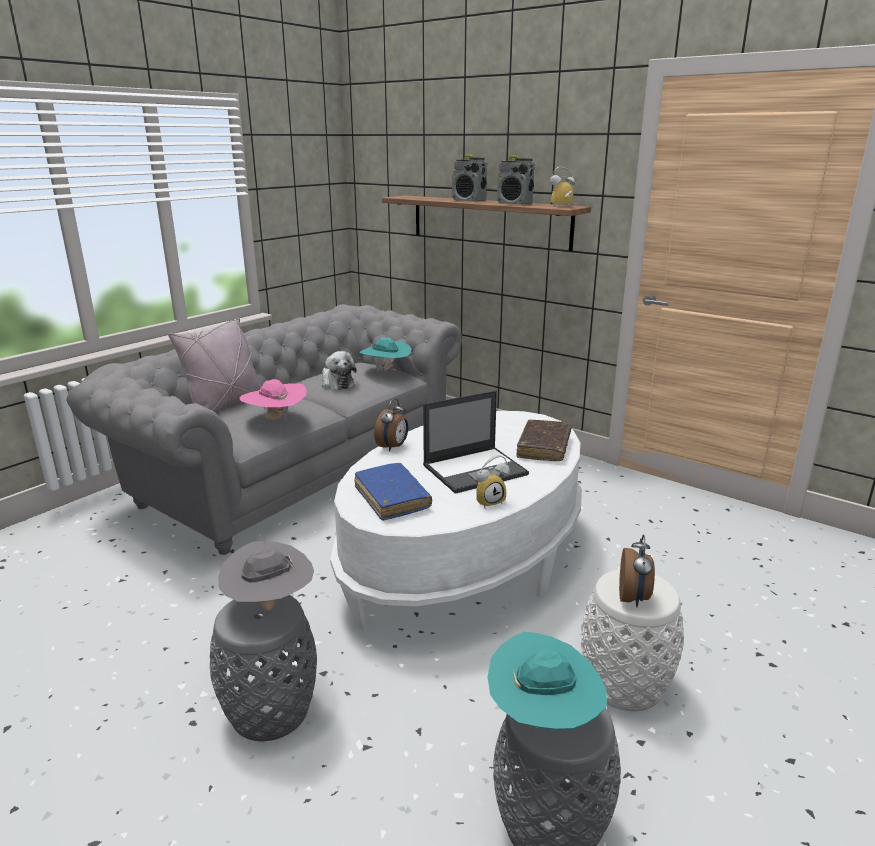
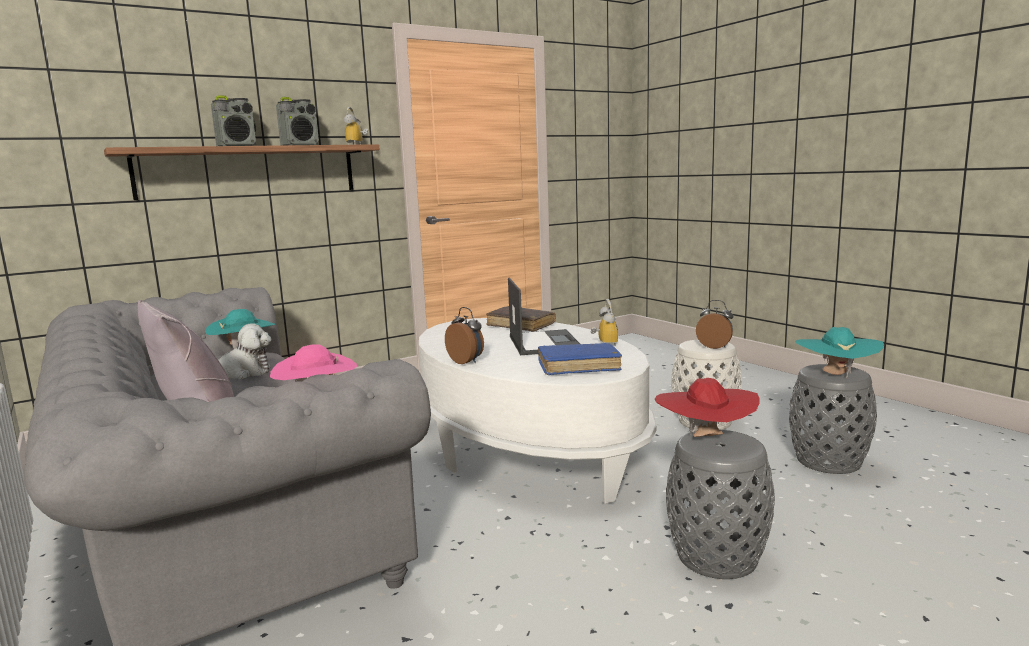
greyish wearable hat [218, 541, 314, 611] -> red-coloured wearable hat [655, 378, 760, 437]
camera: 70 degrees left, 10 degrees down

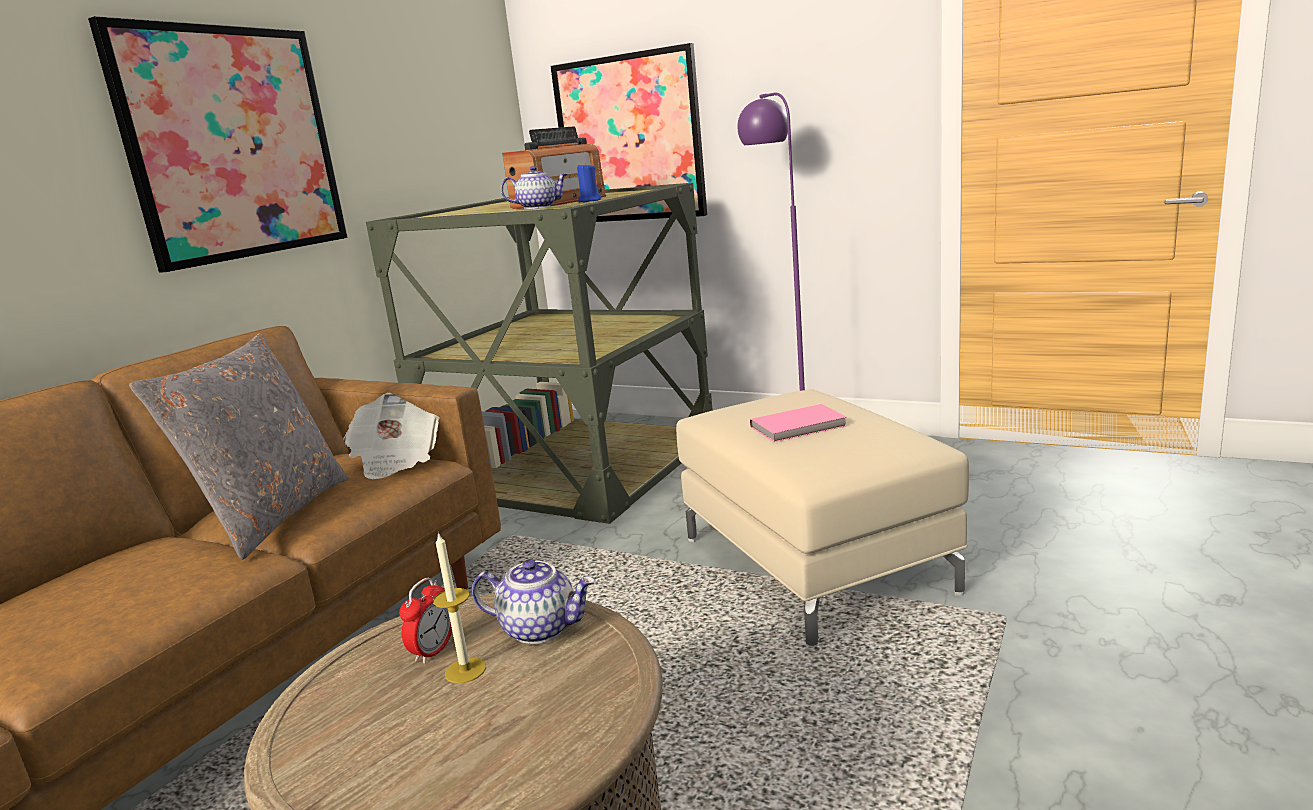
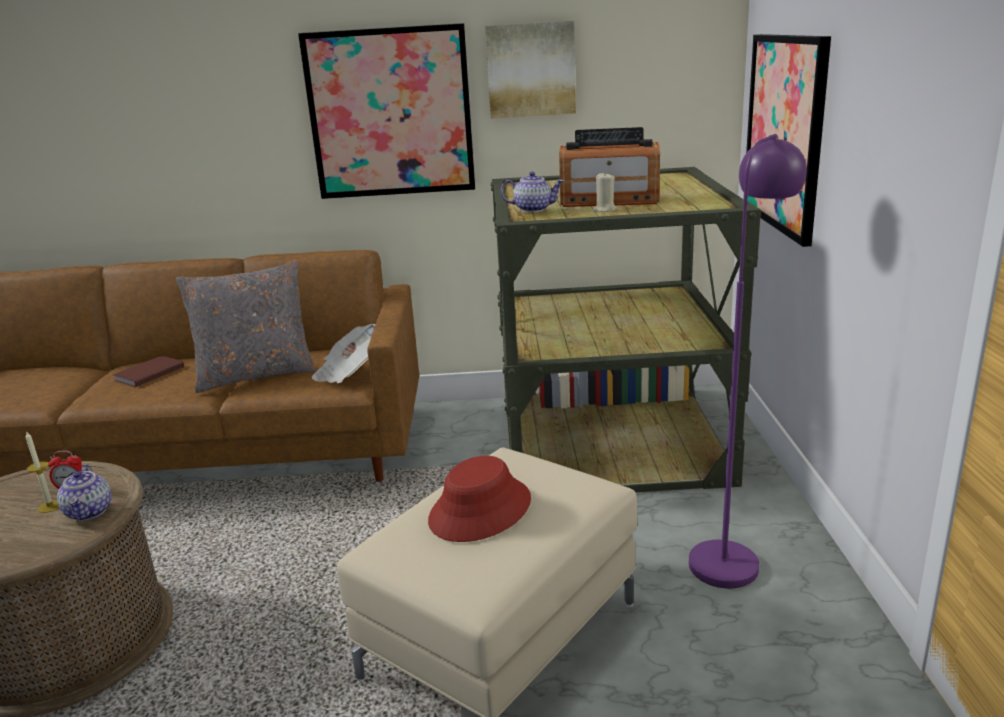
blue candle [577, 163, 601, 203] -> beige-coloured candle [593, 172, 617, 212]
pot for tea [501, 166, 568, 209] -> pot for tea [501, 172, 564, 212], 45 degrees counterclockwise
pinkish bound book [750, 404, 847, 442] -> red-coloured wearable hat [428, 455, 531, 542]
none -> wall picture [485, 21, 576, 119]
none -> brown bound book [113, 355, 184, 387]
camera: 60 degrees right, 5 degrees up

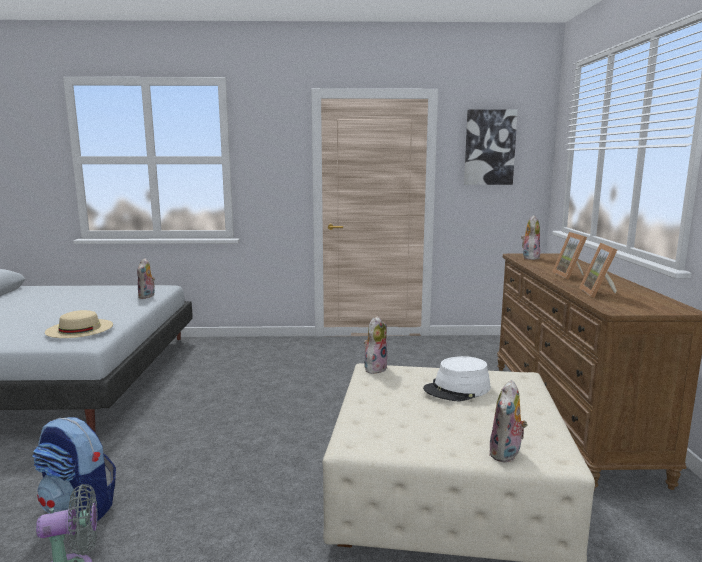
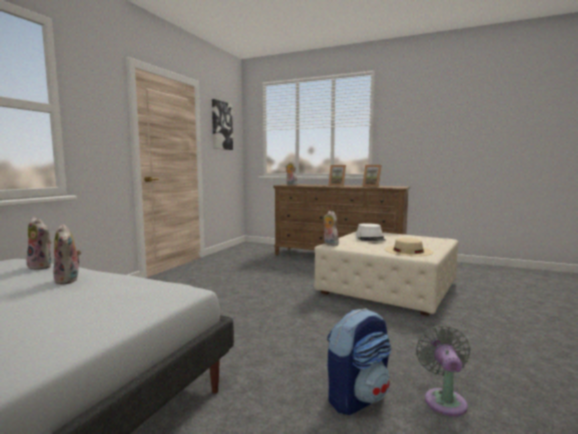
beige-coloured wearable hat [45, 310, 113, 338] -> beige-coloured wearable hat [384, 237, 433, 256], relocated
cuddly toy [489, 380, 528, 463] -> cuddly toy [53, 224, 81, 284], relocated
camera: 65 degrees left, 5 degrees down

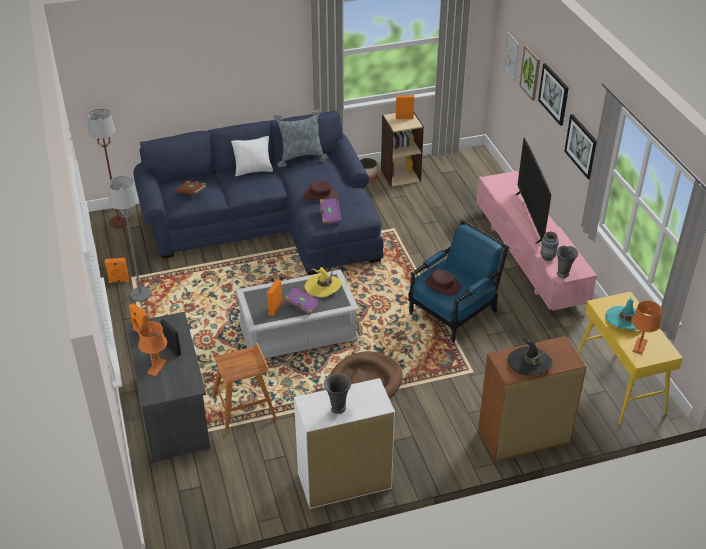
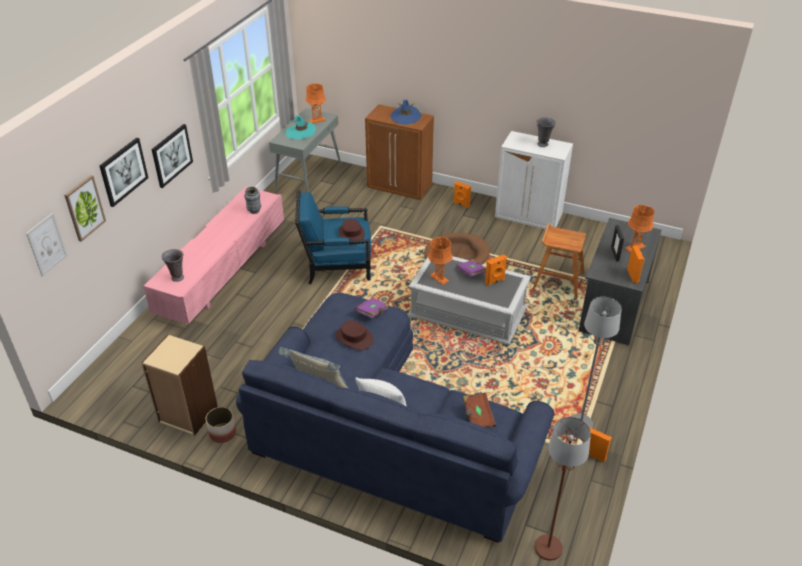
orangey speaker [395, 95, 414, 119] -> orangey speaker [453, 181, 471, 208], relocated
TV set [515, 138, 551, 244] -> none
greyish vase [556, 246, 578, 278] -> greyish vase [162, 249, 184, 282], relocated
yellow-coloured wearable hat [304, 267, 342, 297] -> orangey table lamp [428, 237, 453, 285]
yellow-coloured hall table [577, 292, 683, 425] -> greyish hall table [269, 108, 342, 193]
black-coloured wearable hat [508, 338, 553, 375] -> blue wearable hat [390, 100, 421, 125]
camera: 140 degrees left, 0 degrees up

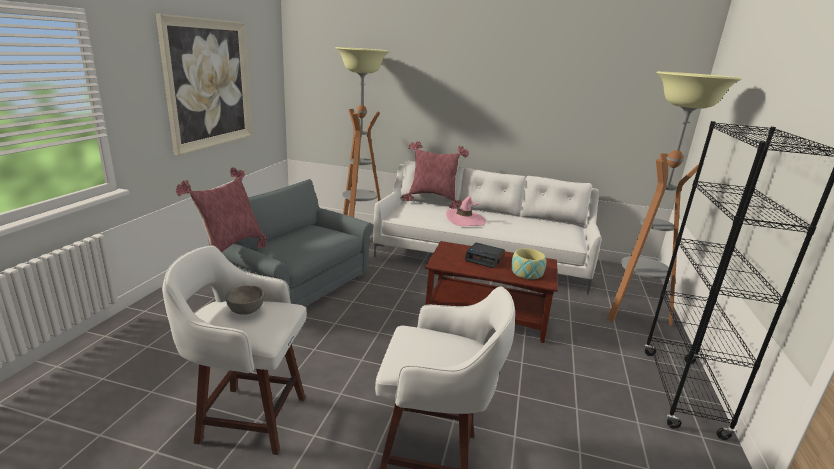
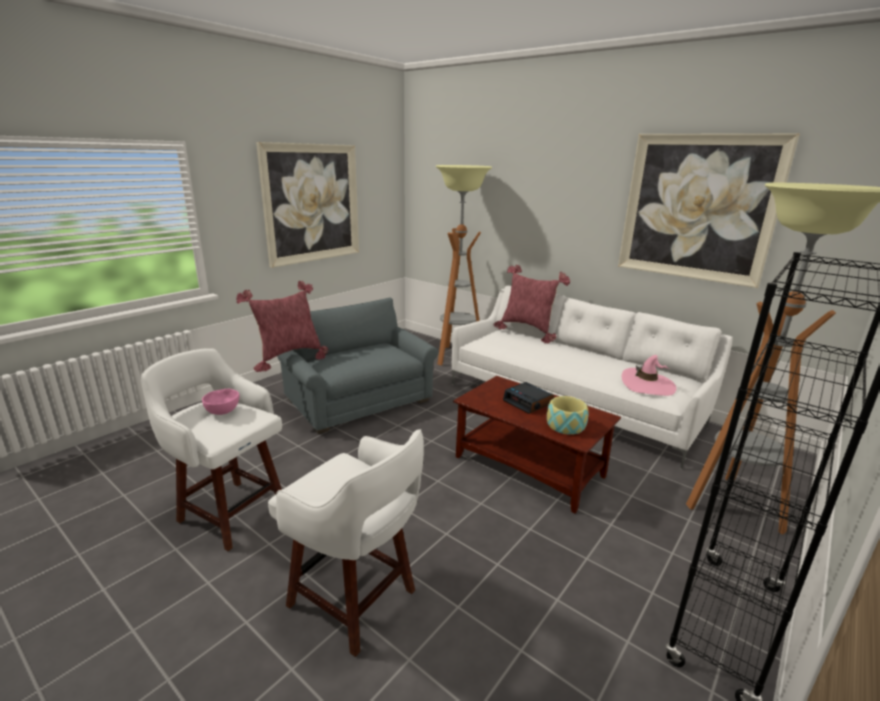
pinkish wearable hat [446, 196, 486, 226] -> pinkish wearable hat [622, 355, 677, 396], relocated
greyish deep dish [225, 285, 265, 315] -> pinkish deep dish [202, 389, 239, 415]
none -> wall picture [618, 133, 800, 288]
camera: 25 degrees right, 0 degrees up

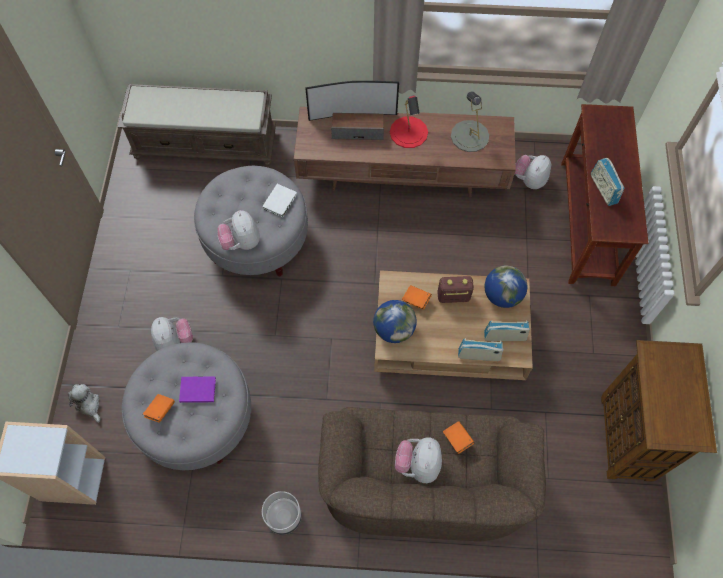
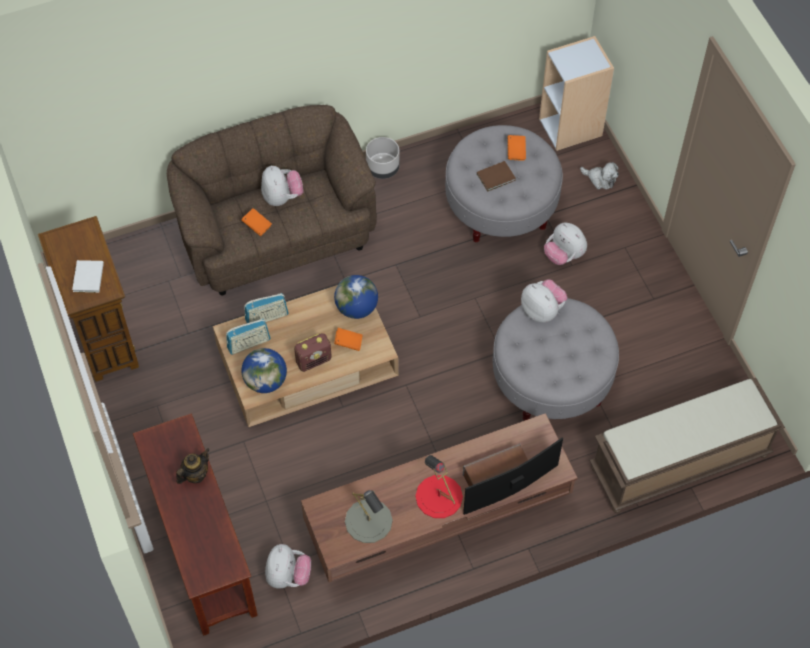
radio [591, 158, 624, 206] -> pot for tea [176, 448, 209, 484]
white-coloured bound book [262, 184, 297, 217] -> white-coloured bound book [72, 260, 104, 293], relocated
purplish bound book [179, 376, 216, 403] -> brown bound book [477, 161, 516, 192]
camera: 155 degrees right, 5 degrees down

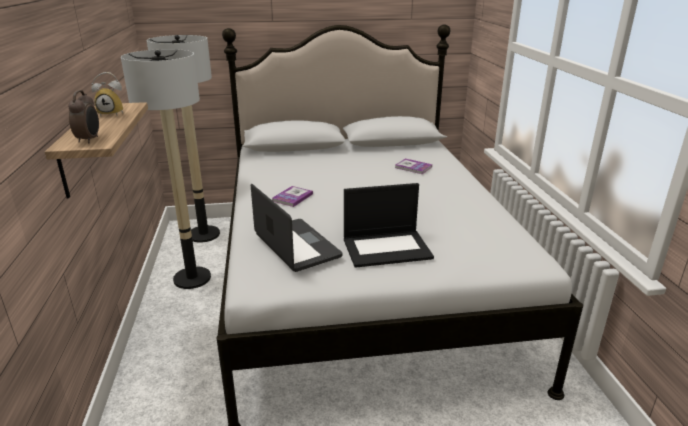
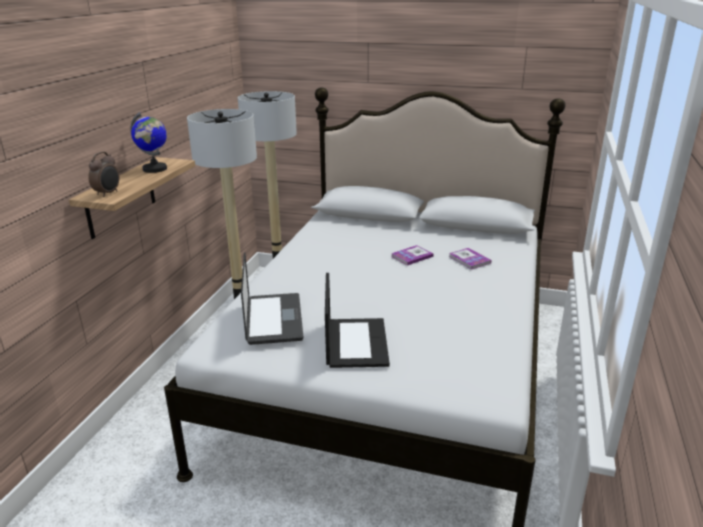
bedside clock [91, 72, 123, 116] -> desk globe [130, 112, 167, 173]
portable computer [344, 183, 434, 268] -> portable computer [325, 273, 390, 368], 105 degrees counterclockwise
bound book [272, 186, 313, 207] -> bound book [391, 245, 434, 266], relocated
camera: 25 degrees right, 0 degrees up

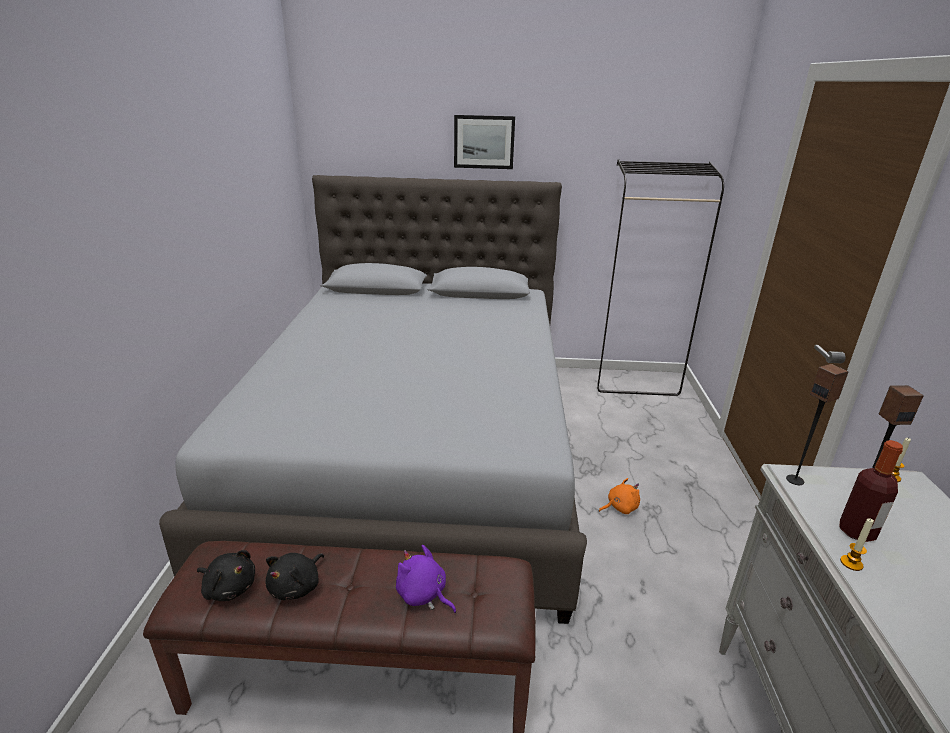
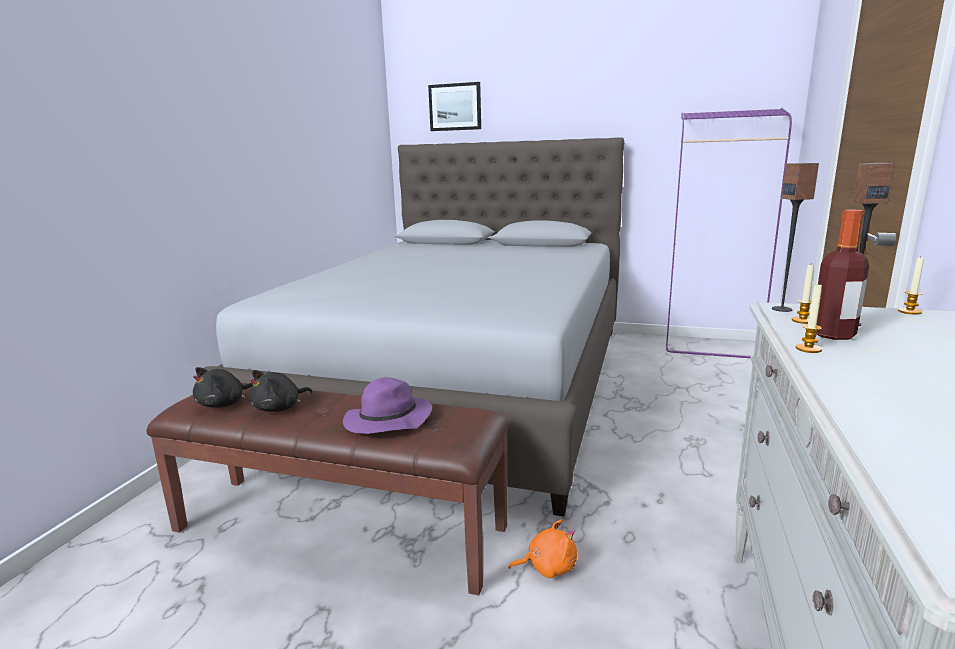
wall picture [454, 115, 515, 169] -> wall picture [428, 82, 481, 131], relocated
black-coloured garment stand [597, 159, 724, 396] -> purplish garment stand [666, 108, 792, 358]
orangey cuddly toy [599, 478, 640, 514] -> orangey cuddly toy [509, 520, 577, 578], relocated
purplish cuddly toy [396, 545, 456, 613] -> purplish wearable hat [343, 377, 432, 434]
black-coloured cuddly toy [197, 550, 255, 601] -> black-coloured cuddly toy [193, 367, 253, 408], 90 degrees clockwise
none -> candle [792, 265, 814, 324]
camera: 15 degrees right, 10 degrees down

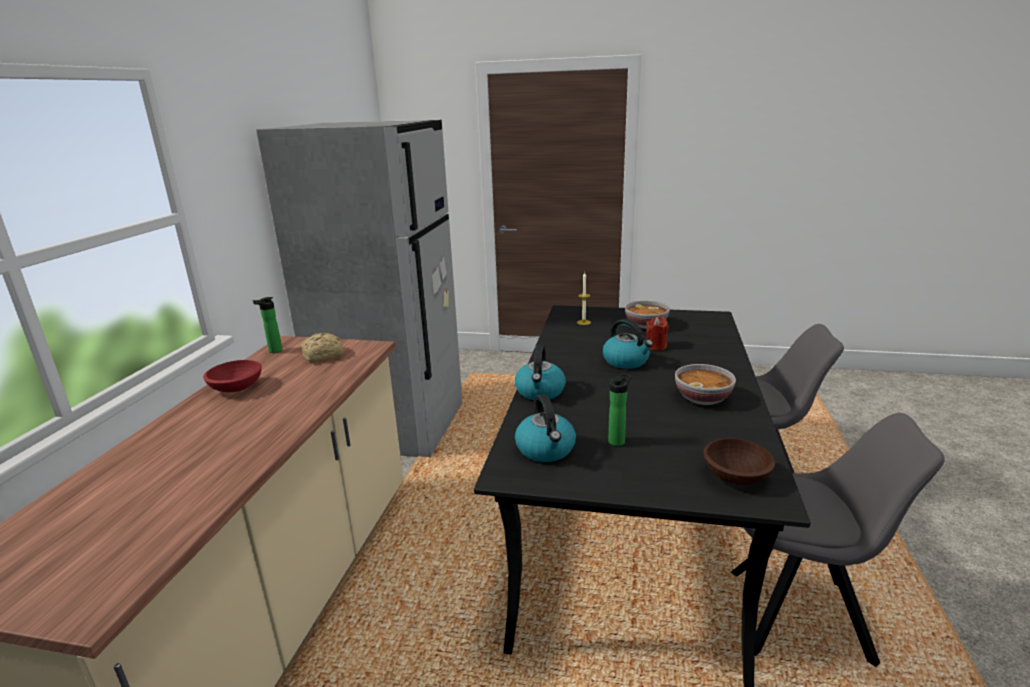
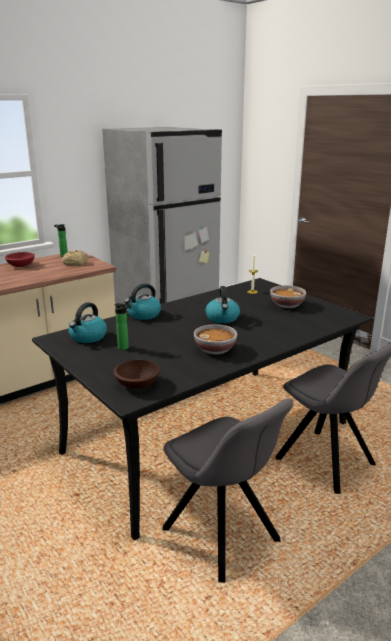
red-coloured candle [646, 316, 669, 350] -> none
camera: 40 degrees right, 0 degrees up

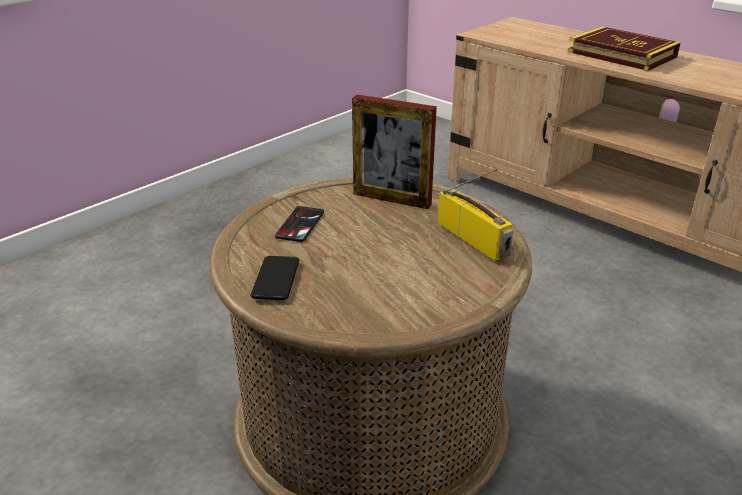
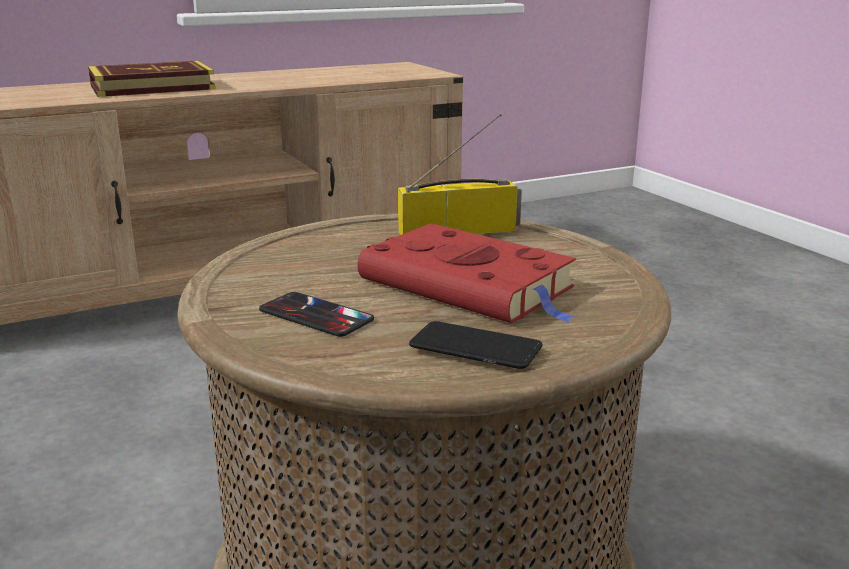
photo frame [352, 95, 437, 209] -> none
none -> red-coloured bound book [358, 223, 577, 323]
camera: 70 degrees left, 10 degrees down

